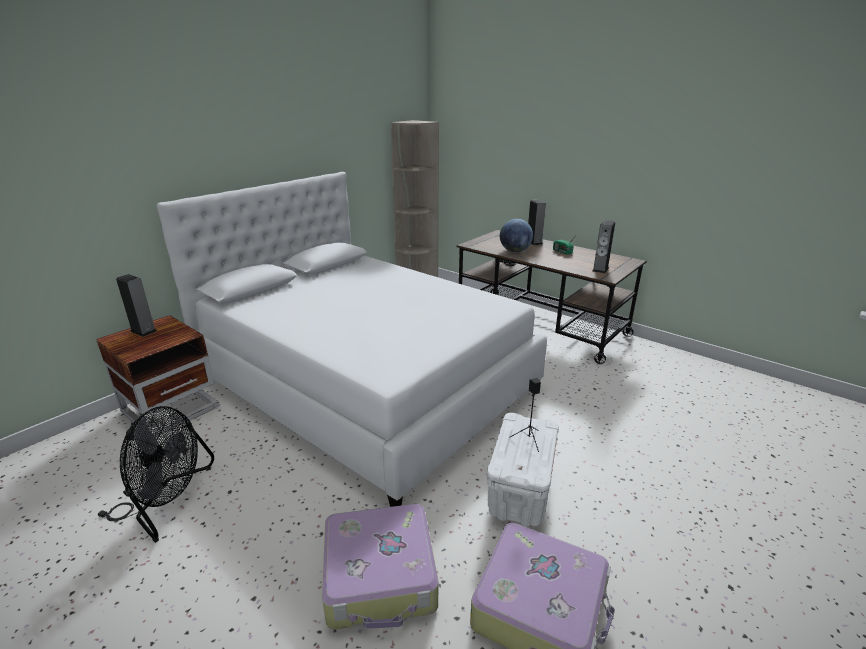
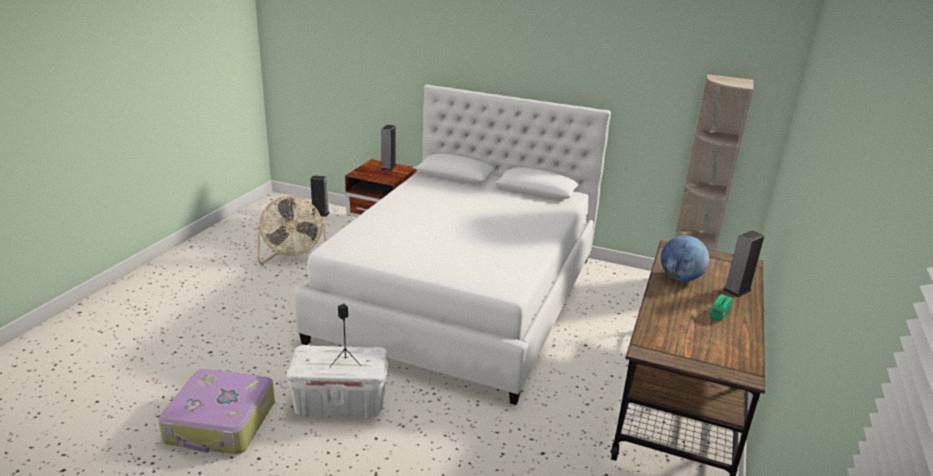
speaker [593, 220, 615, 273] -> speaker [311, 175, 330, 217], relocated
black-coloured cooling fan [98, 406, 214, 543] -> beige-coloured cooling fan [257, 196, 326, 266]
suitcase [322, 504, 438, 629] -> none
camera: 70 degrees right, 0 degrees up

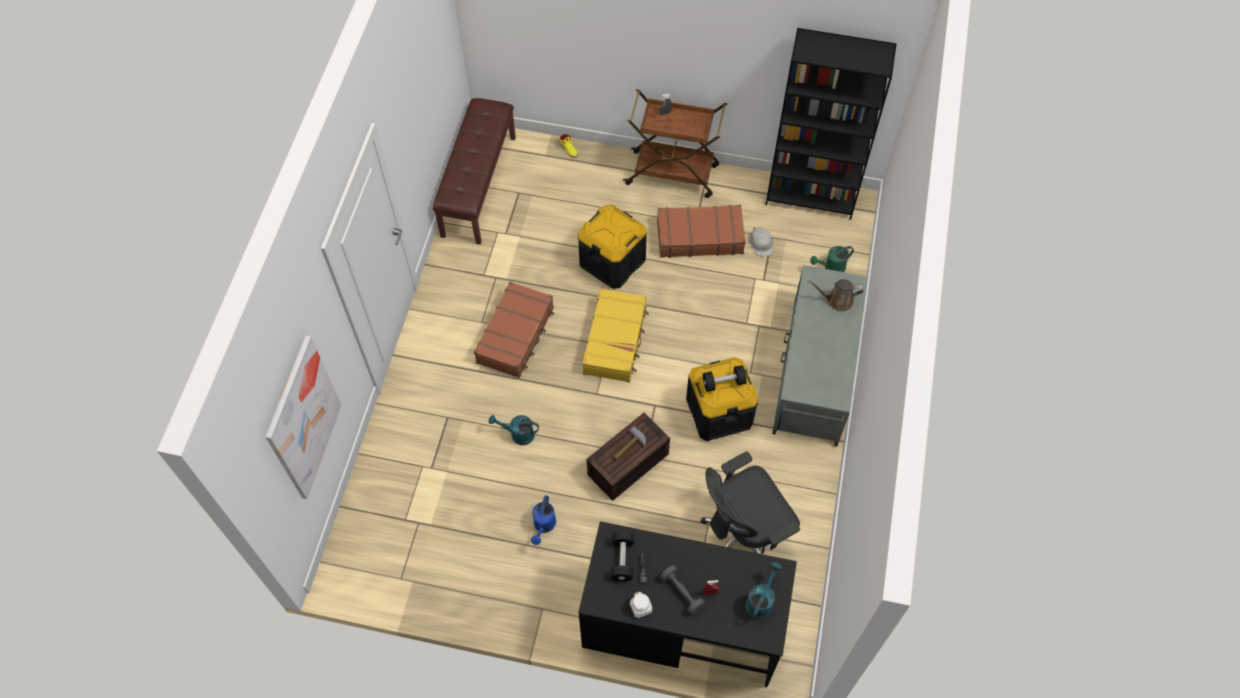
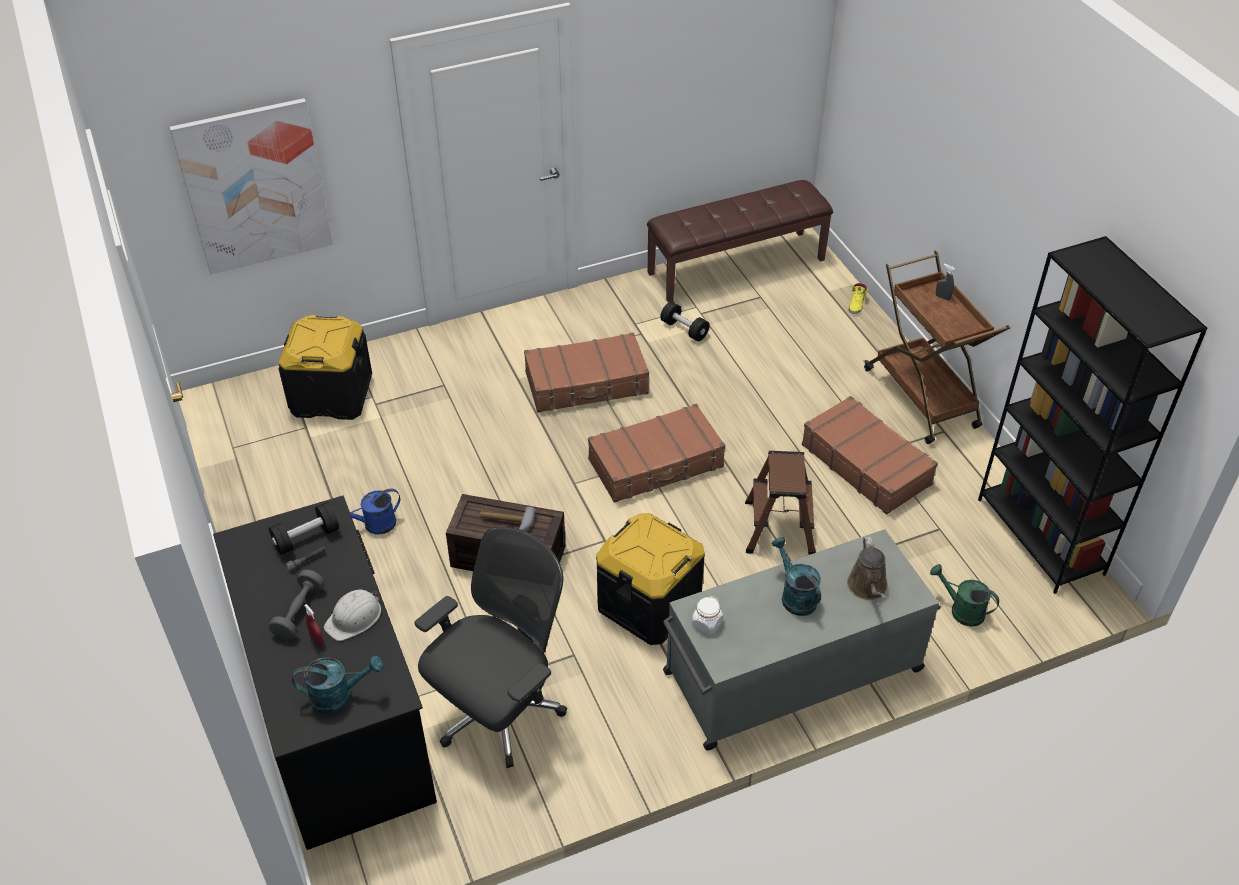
black-coloured storage box [578, 205, 647, 289] -> black-coloured storage box [279, 315, 372, 420], relocated
white-coloured work helmet [749, 227, 773, 257] -> white-coloured work helmet [324, 590, 381, 641], relocated
brown sprinkling can [808, 279, 864, 312] -> brown sprinkling can [847, 537, 888, 600], 150 degrees counterclockwise
yellow-coloured suitcase [582, 288, 649, 382] -> brown suitcase [588, 404, 725, 503]
black-coloured hand weight [703, 365, 747, 392] -> black-coloured hand weight [660, 301, 710, 341], relocated
turquoise sprinkling can [489, 415, 539, 445] -> turquoise sprinkling can [772, 537, 821, 616], relocated
desk chair [700, 451, 800, 554] -> desk chair [415, 526, 567, 768], 105 degrees clockwise
white-coloured preserve jar [630, 592, 652, 618] -> white-coloured preserve jar [692, 596, 723, 635], relocated
none -> brown stepladder [745, 451, 816, 555]
camera: 55 degrees right, 15 degrees down

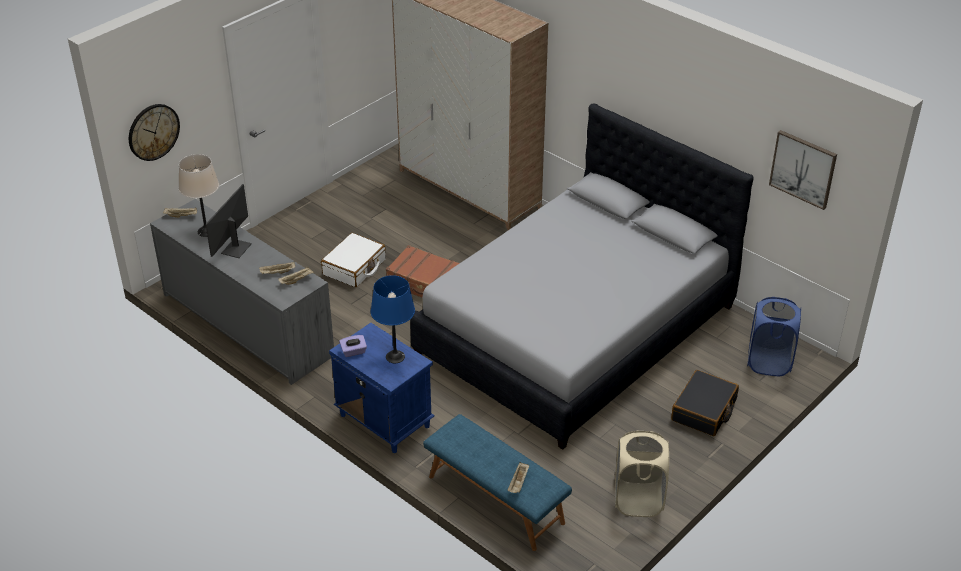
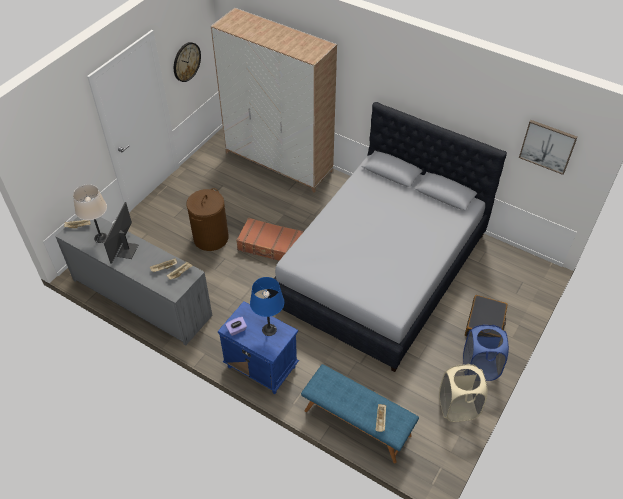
clock on the wall [129, 104, 180, 161] -> clock on the wall [174, 42, 201, 82], relocated
white-coloured suitcase [321, 233, 386, 287] -> brown washing basket [186, 188, 229, 251]
blue washing basket [747, 297, 801, 376] -> blue washing basket [463, 324, 509, 381], relocated
camera: 10 degrees left, 10 degrees up

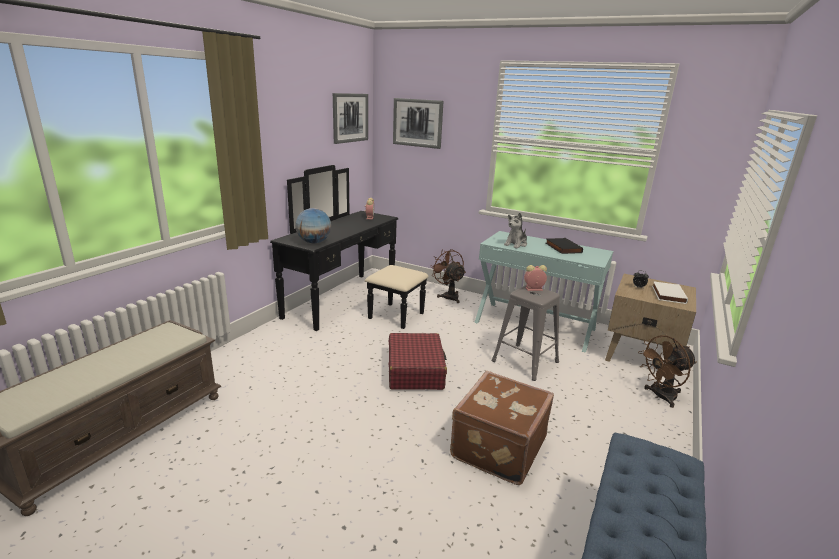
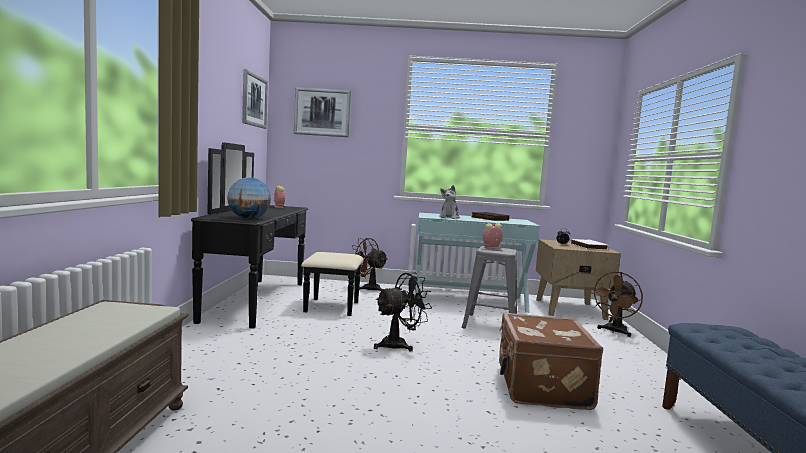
red-coloured suitcase [389, 333, 447, 390] -> black-coloured cooling fan [374, 273, 432, 351]
camera: 25 degrees left, 15 degrees down

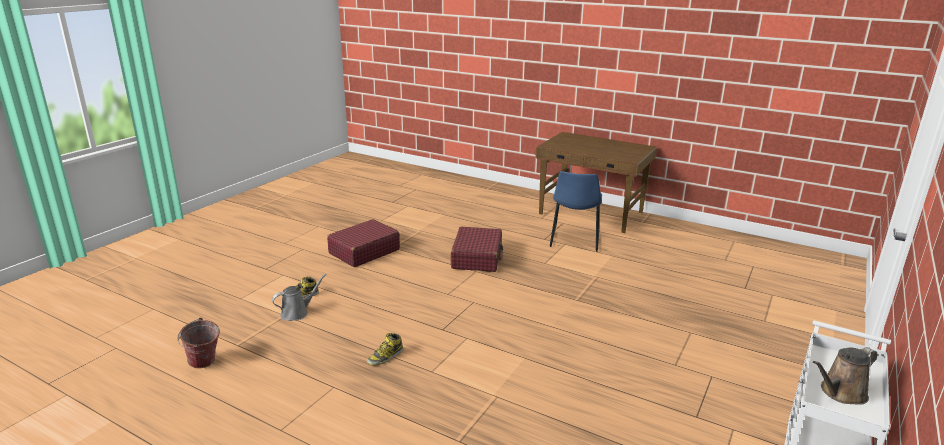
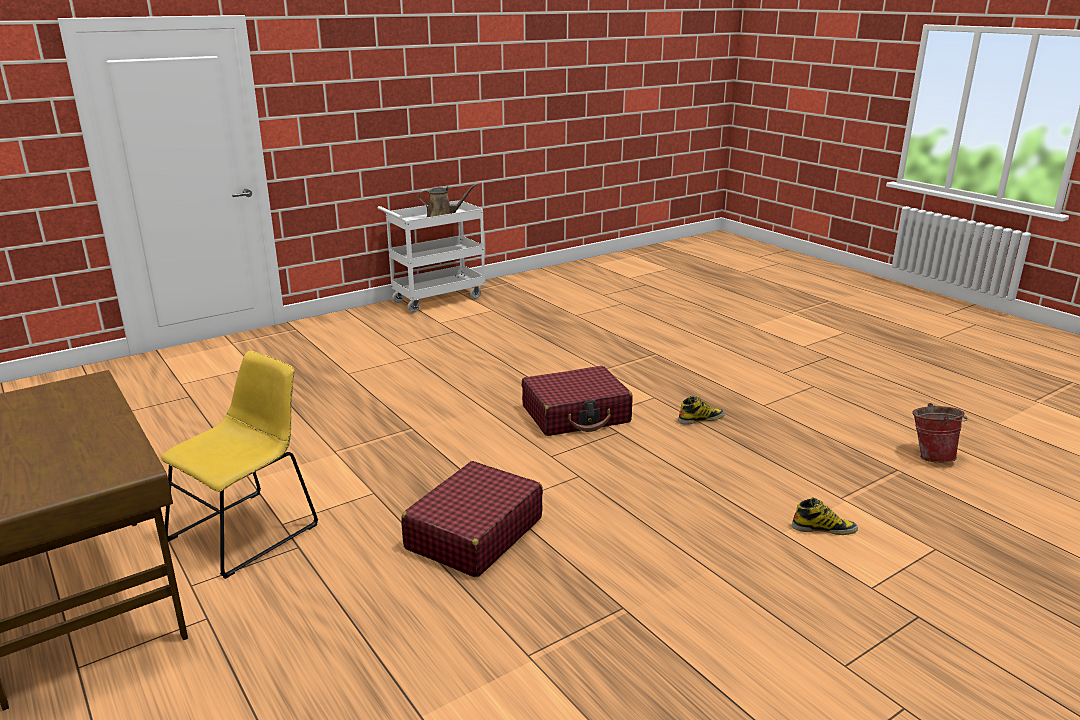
blue plain chair [550, 171, 602, 252] -> yellow-coloured plain chair [161, 351, 318, 579]
red-coloured suitcase [327, 219, 400, 267] -> red-coloured suitcase [522, 366, 633, 436], relocated
greyish sprinkling can [272, 274, 327, 321] -> none
camera: 155 degrees left, 0 degrees up

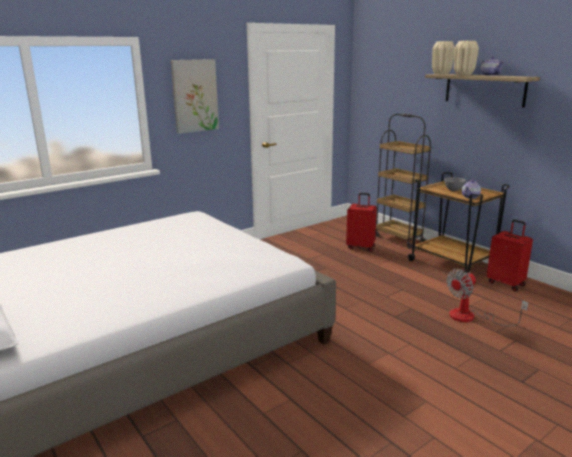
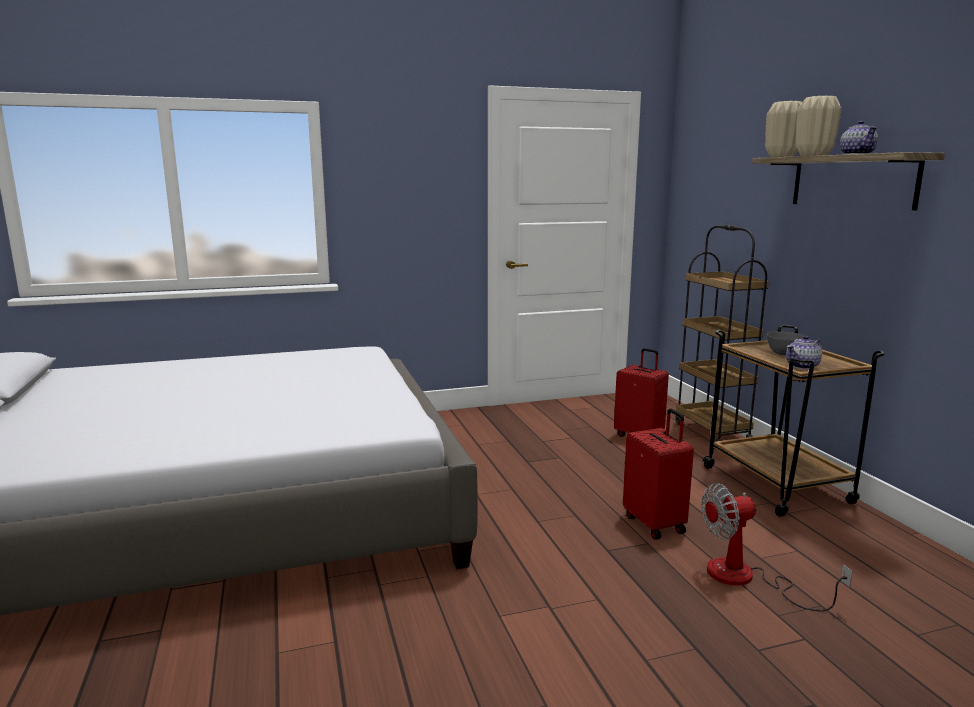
wall picture [171, 59, 219, 134] -> none
red-coloured suitcase [487, 220, 533, 291] -> red-coloured suitcase [623, 409, 694, 540], relocated
camera: 20 degrees right, 5 degrees down

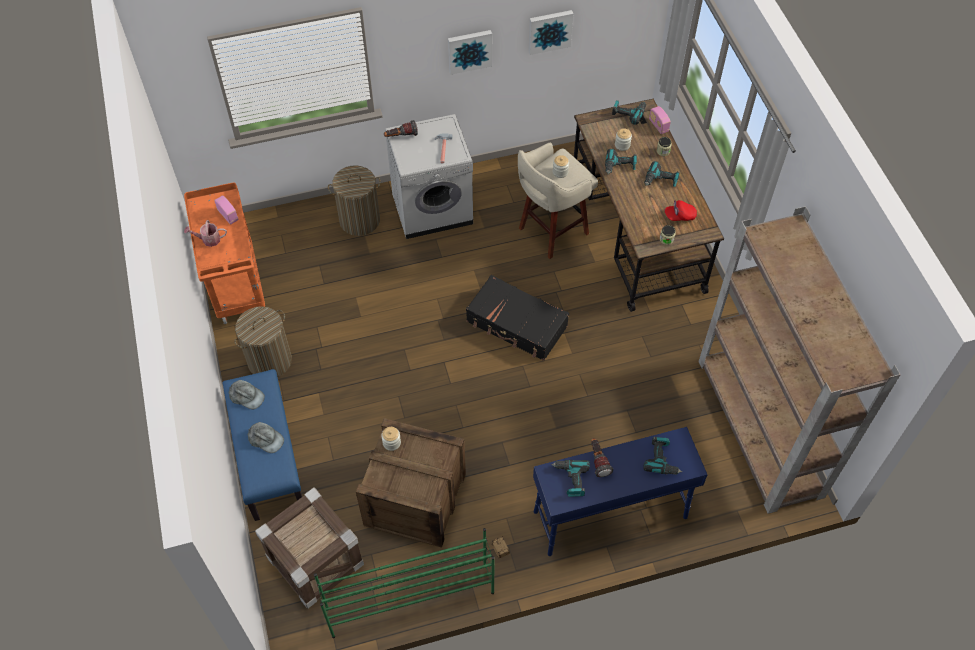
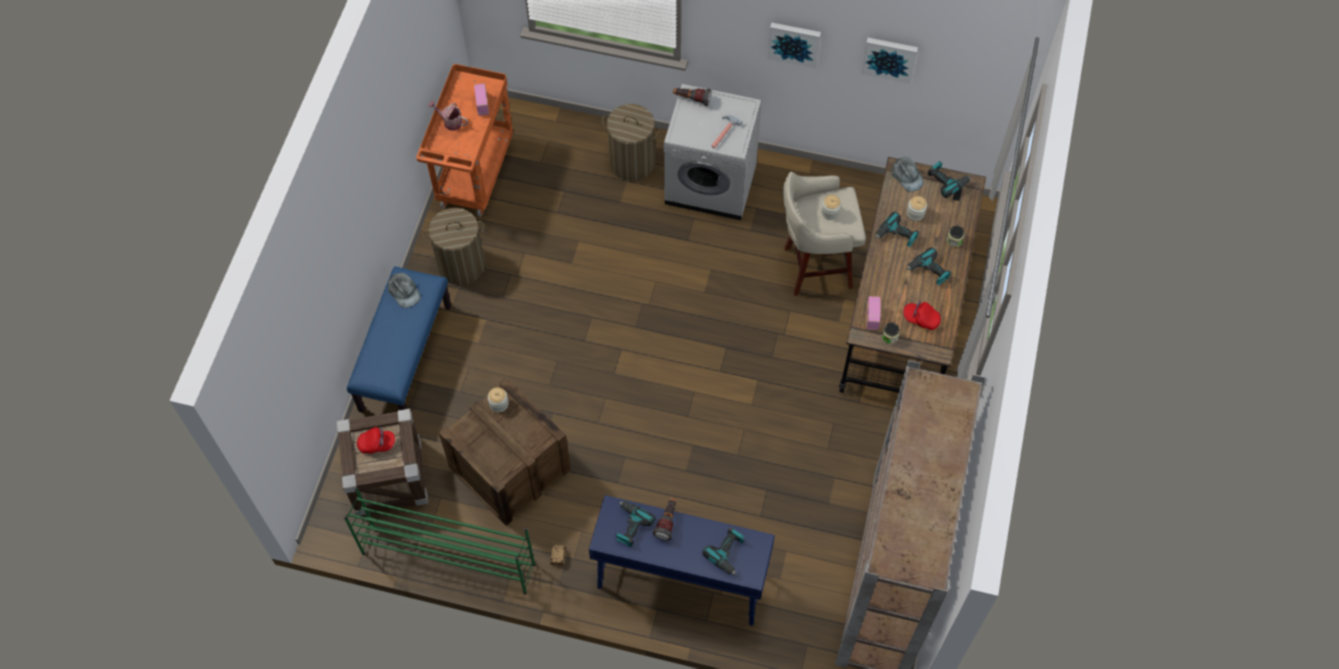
radio [649, 106, 671, 134] -> radio [866, 296, 881, 330], relocated
black-coloured suitcase [466, 275, 569, 361] -> none
greyish cap [248, 422, 284, 453] -> greyish cap [891, 157, 924, 192], relocated
none -> red-coloured cap [357, 427, 395, 454]
camera: 30 degrees right, 5 degrees up

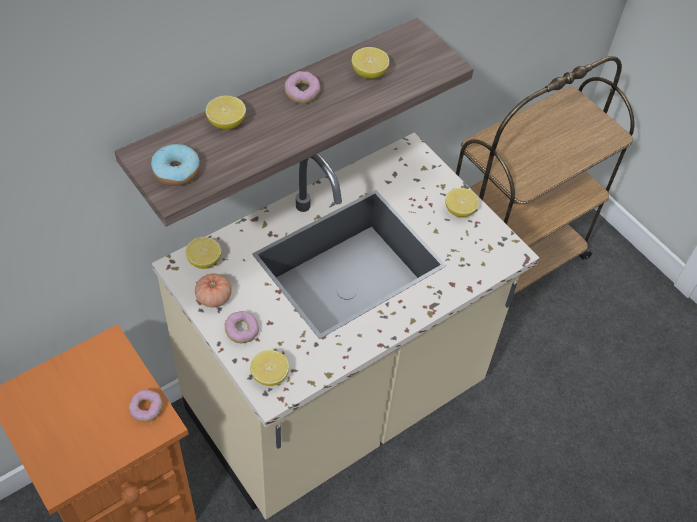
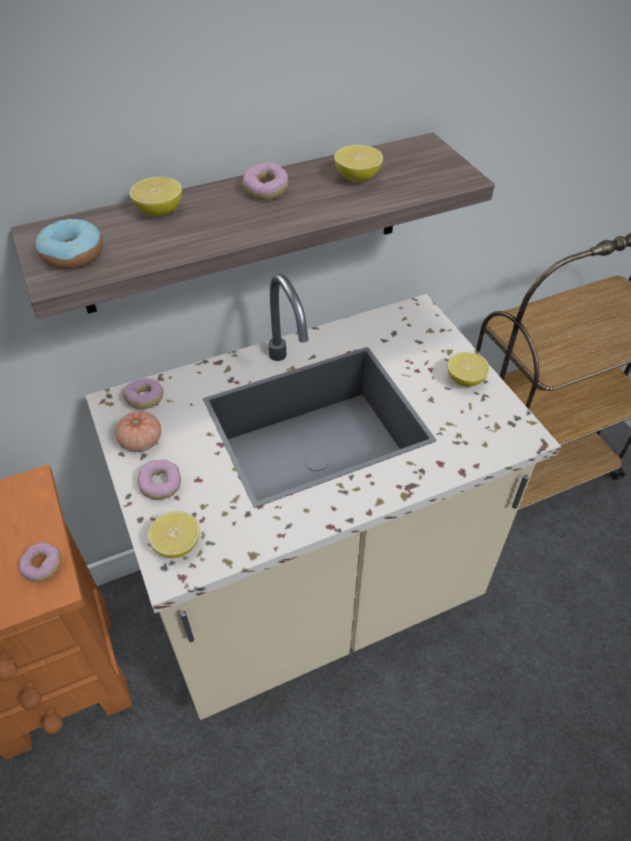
whole lemon [185, 237, 222, 269] -> donut [123, 378, 164, 409]
camera: 15 degrees right, 5 degrees down

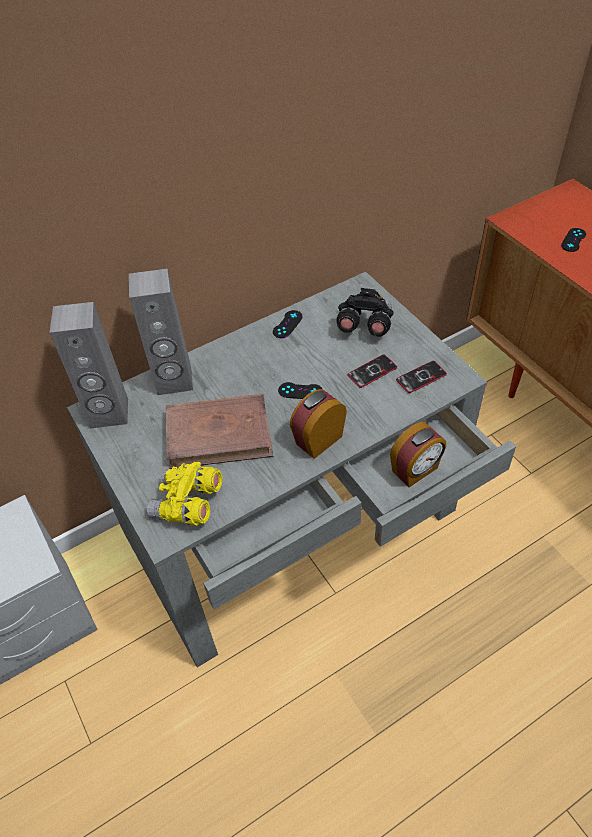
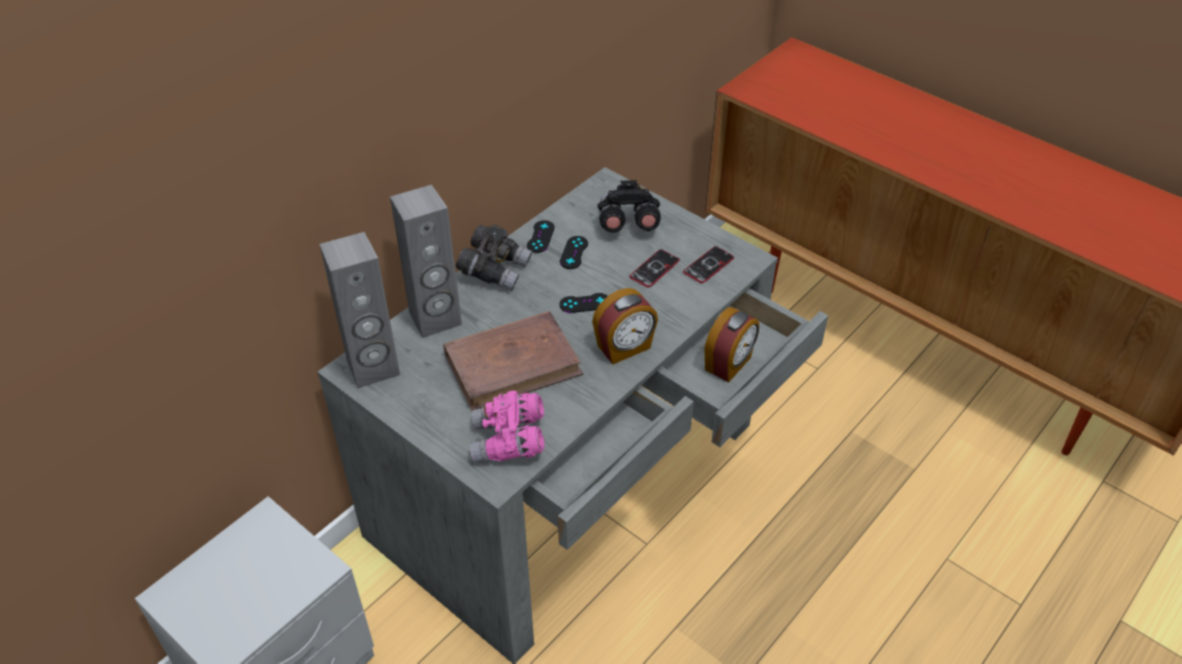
black-coloured gamepad [561, 228, 586, 252] -> black-coloured gamepad [560, 236, 588, 269], relocated
bedside clock [290, 389, 347, 459] -> bedside clock [592, 288, 658, 364], 150 degrees counterclockwise
yellow-coloured field glasses [147, 462, 222, 526] -> pinkish field glasses [470, 391, 545, 464]
none -> greyish field glasses [456, 224, 532, 291]
camera: 20 degrees left, 5 degrees down

